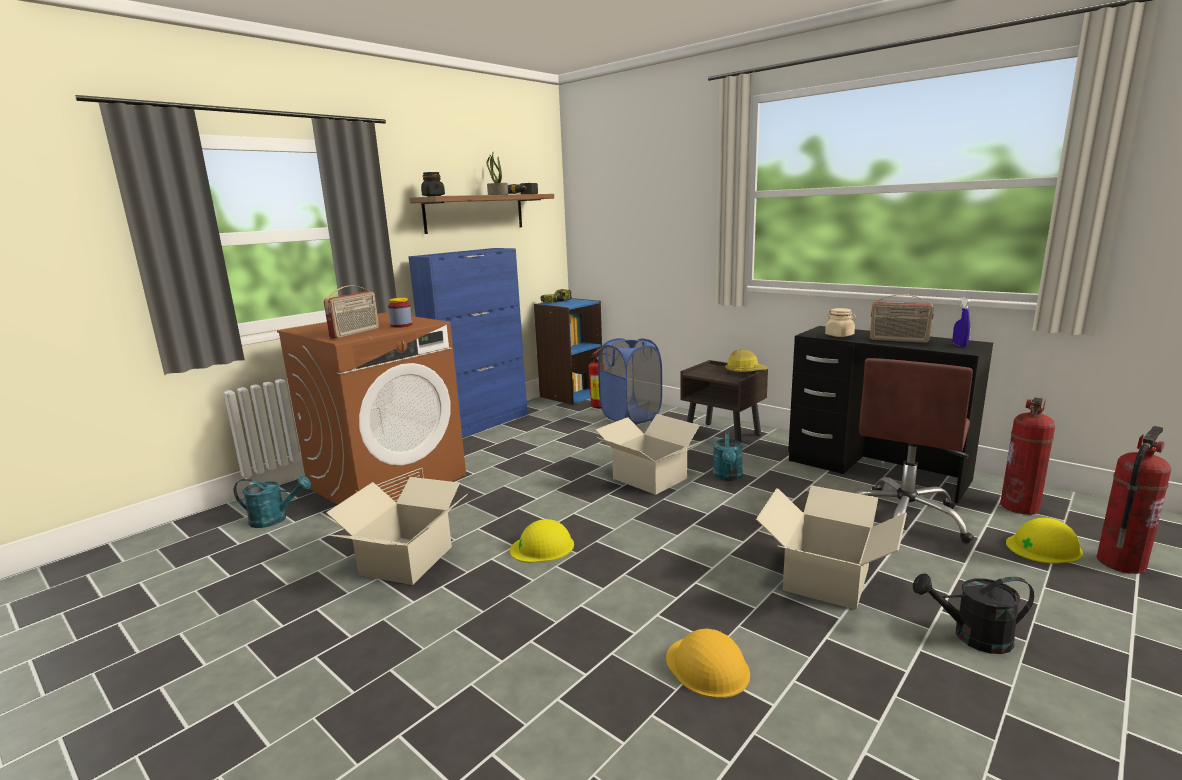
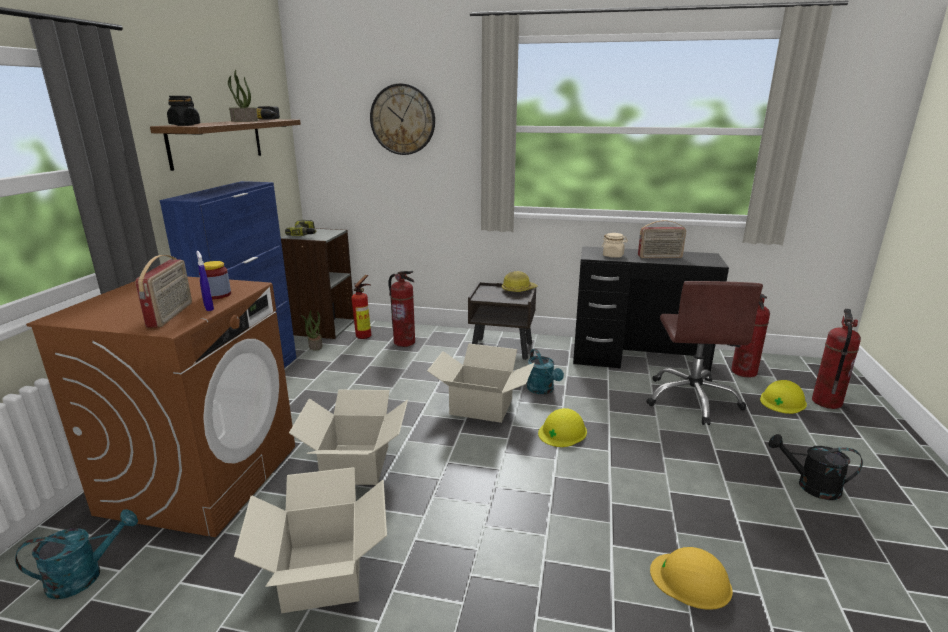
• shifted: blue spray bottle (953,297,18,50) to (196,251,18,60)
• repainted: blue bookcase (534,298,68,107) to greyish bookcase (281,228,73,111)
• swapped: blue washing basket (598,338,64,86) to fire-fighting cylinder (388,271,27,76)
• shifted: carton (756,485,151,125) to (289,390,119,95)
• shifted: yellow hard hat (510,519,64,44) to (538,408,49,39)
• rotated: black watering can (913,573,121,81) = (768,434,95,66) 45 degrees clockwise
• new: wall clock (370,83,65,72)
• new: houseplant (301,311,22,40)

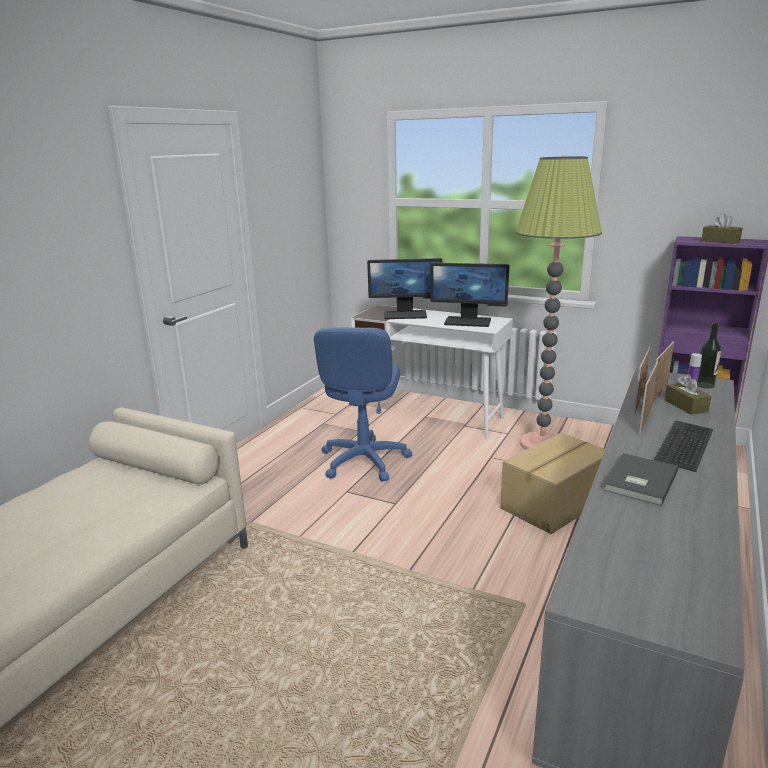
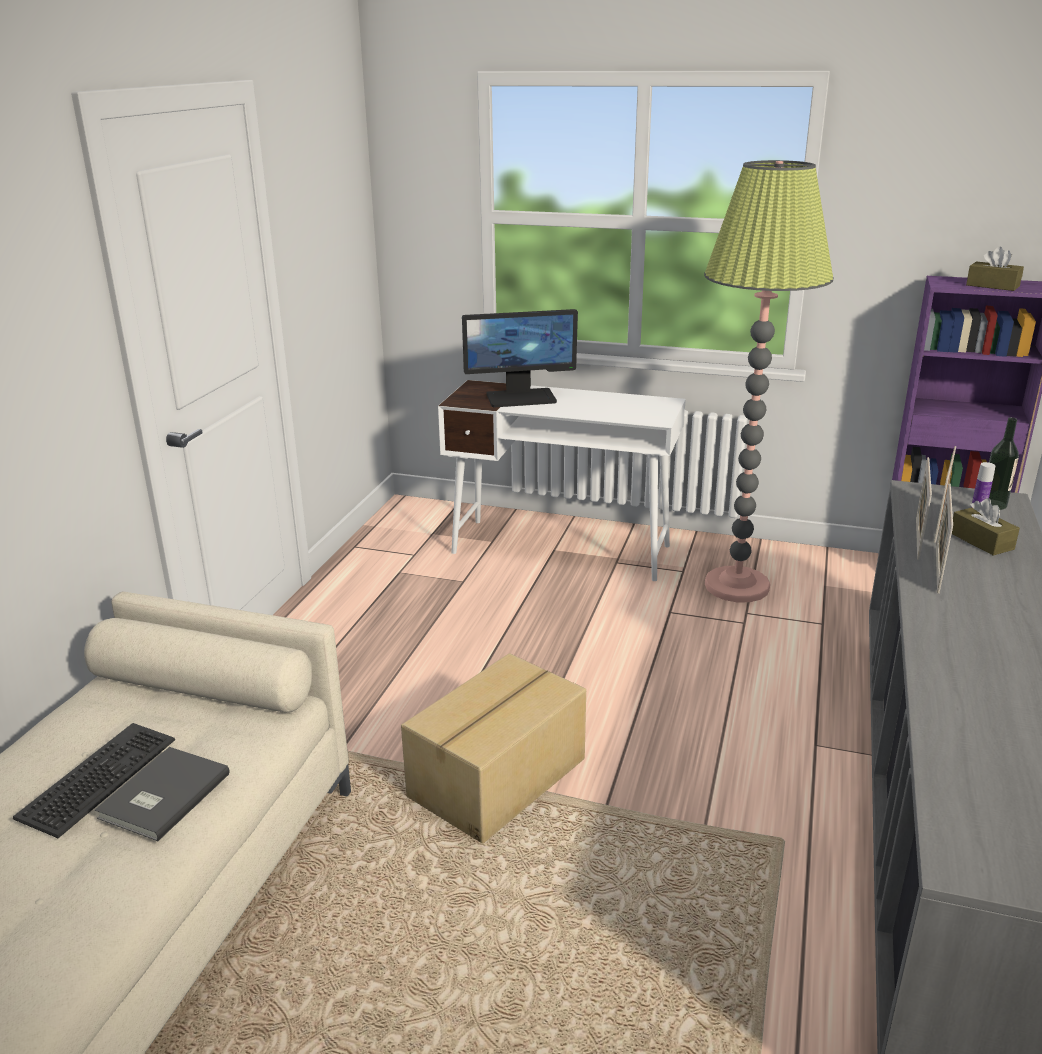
• gone: computer screen (430,263,79,64)
• gone: blue desk chair (314,327,98,154)
• shifted: PC keyboard (654,420,59,52) to (13,723,162,115)
• shifted: carton (500,433,105,101) to (401,653,185,190)
• shifted: greyish bound book (603,453,75,53) to (95,747,135,94)

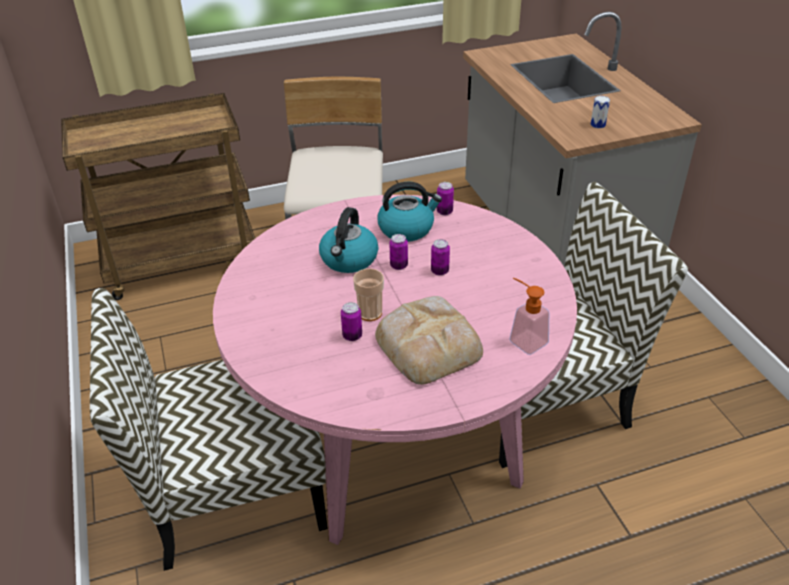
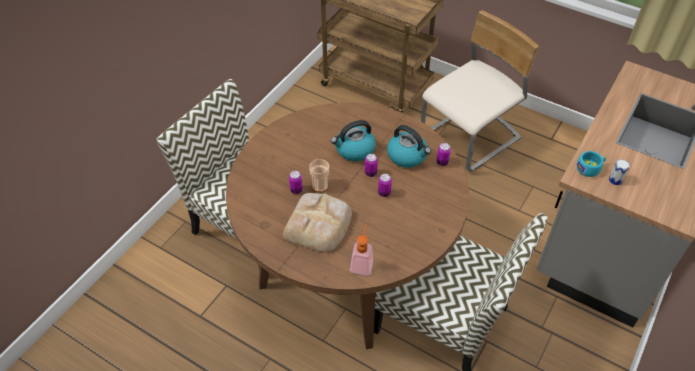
• repainted: pink-coloured dining table (213,195,364,350) to brown dining table (226,103,243,246)
• new: turquoise-coloured small cup (576,151,30,26)

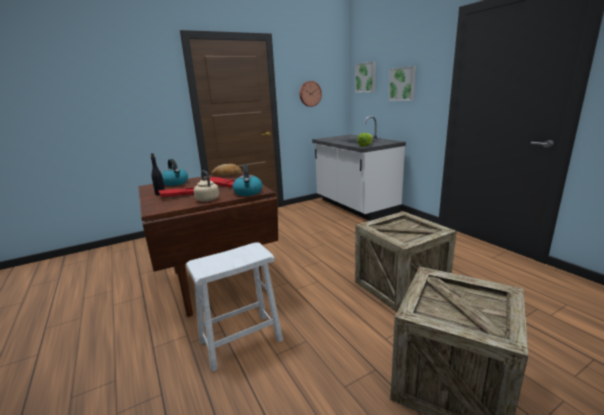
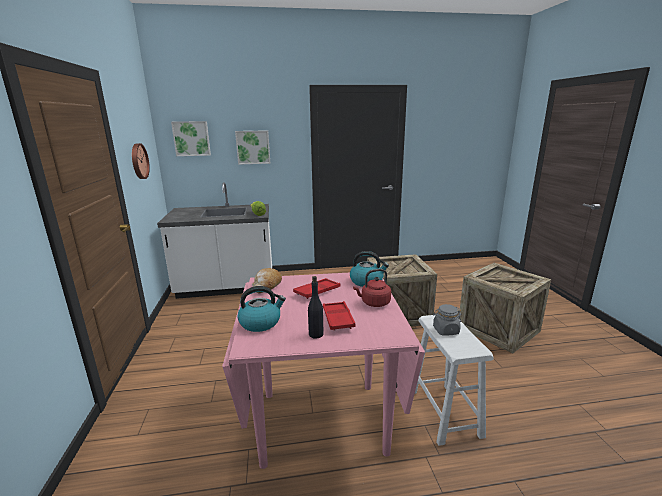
• repainted: beige water kettle (194,170,25,32) to reddish water kettle (353,269,38,38)
• repainted: brown dining table (138,172,140,145) to pink-coloured dining table (222,273,203,196)
• new: greyish jar (433,304,28,32)

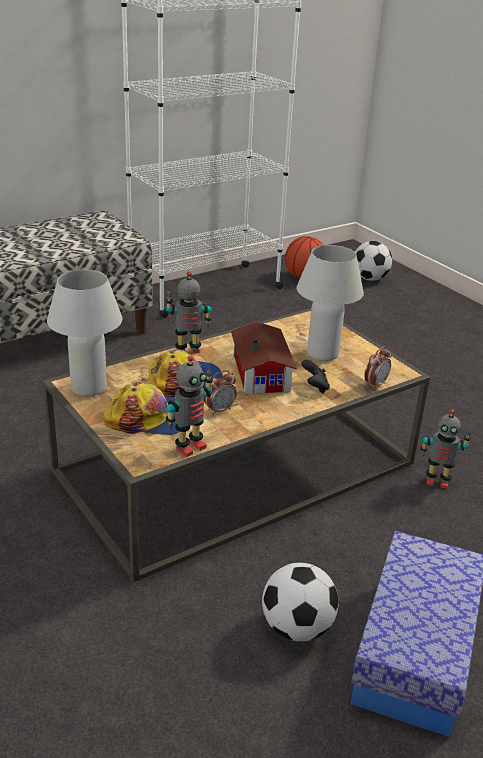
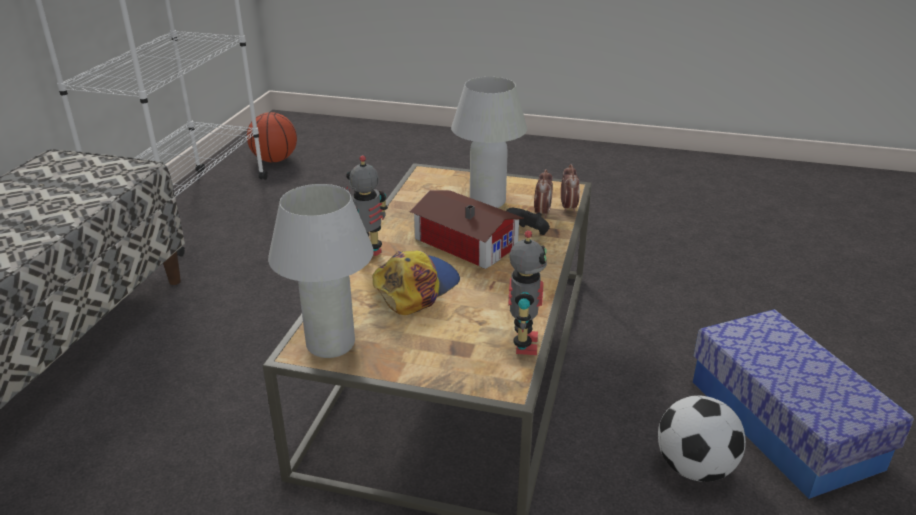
• gone: football (355,241,37,40)
• shifted: alarm clock (204,370,33,46) to (534,169,19,49)
• gone: baseball cap (103,382,76,53)
• gone: model robot (420,409,51,80)

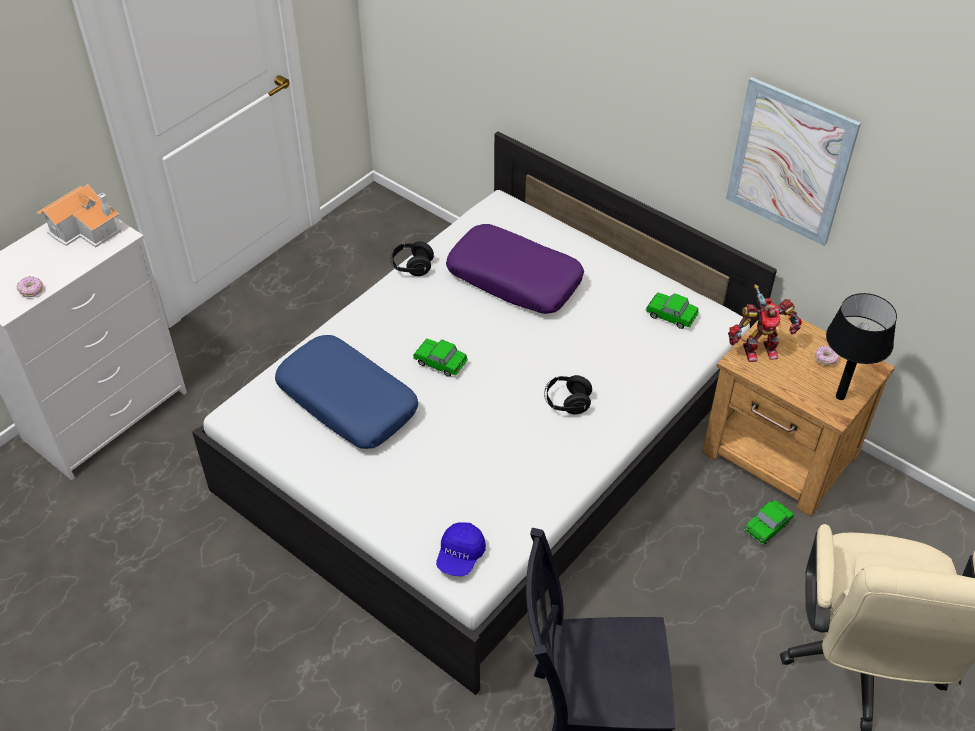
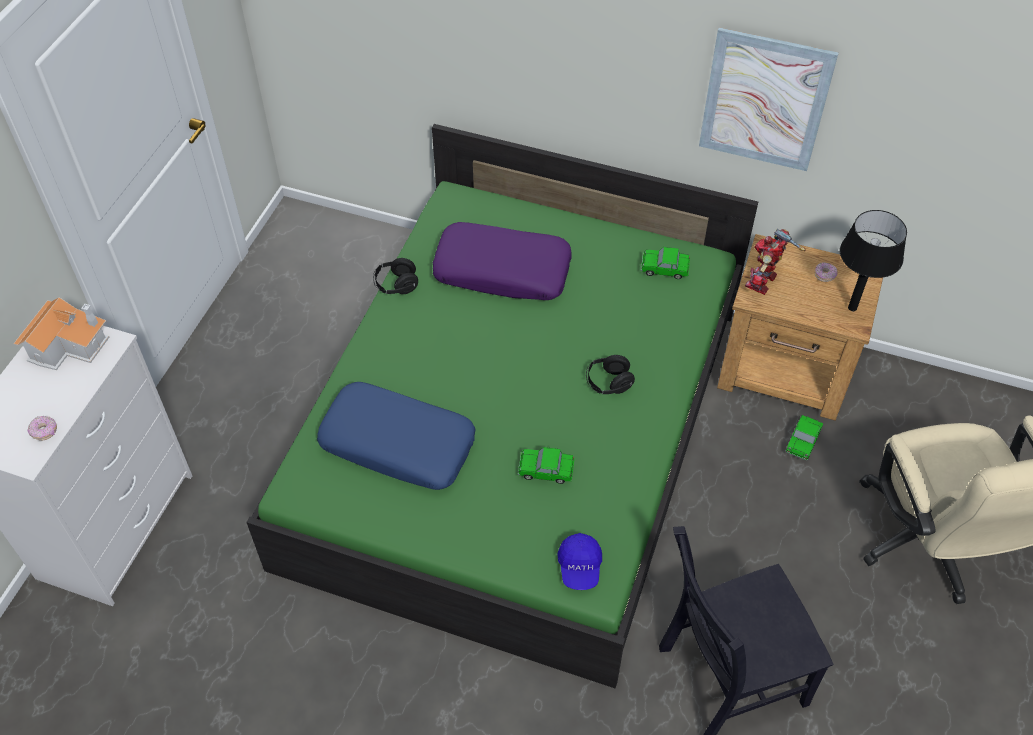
• repainted: white-coloured sleeping bed (192,131,585,564) to green sleeping bed (246,124,512,564)
• rotated: model robot (728,285,74,77) = (745,229,61,66) 150 degrees clockwise
• shifted: miniature car (413,339,55,38) to (518,447,57,37)

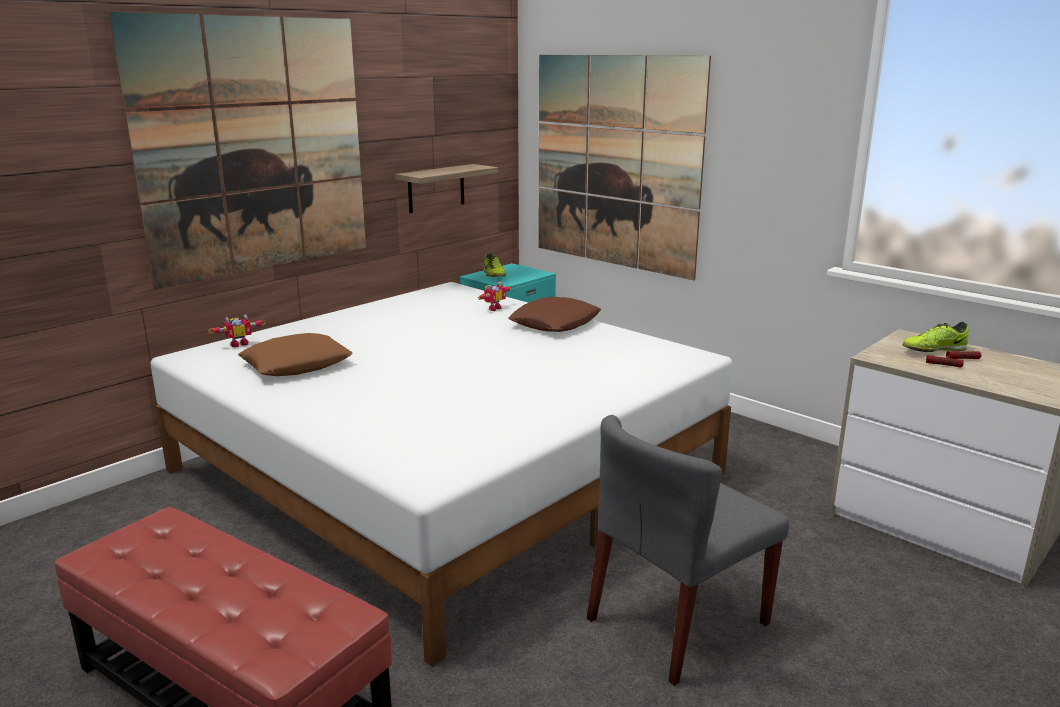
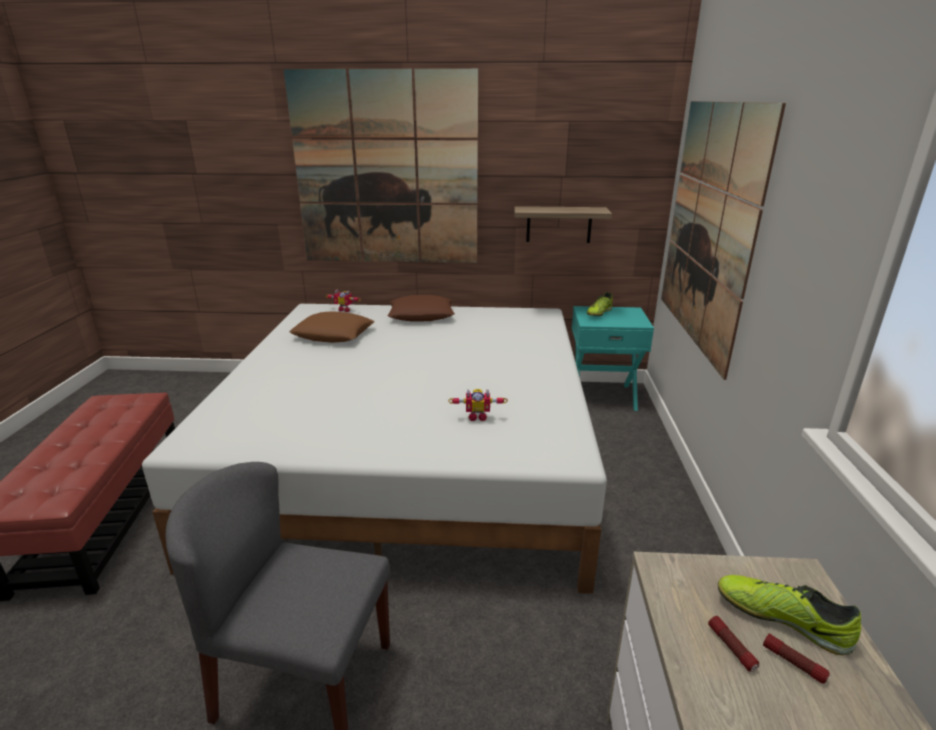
• shifted: model robot (478,282,33,29) to (448,389,60,32)
• shifted: brown cushion (508,297,93,35) to (387,295,68,27)

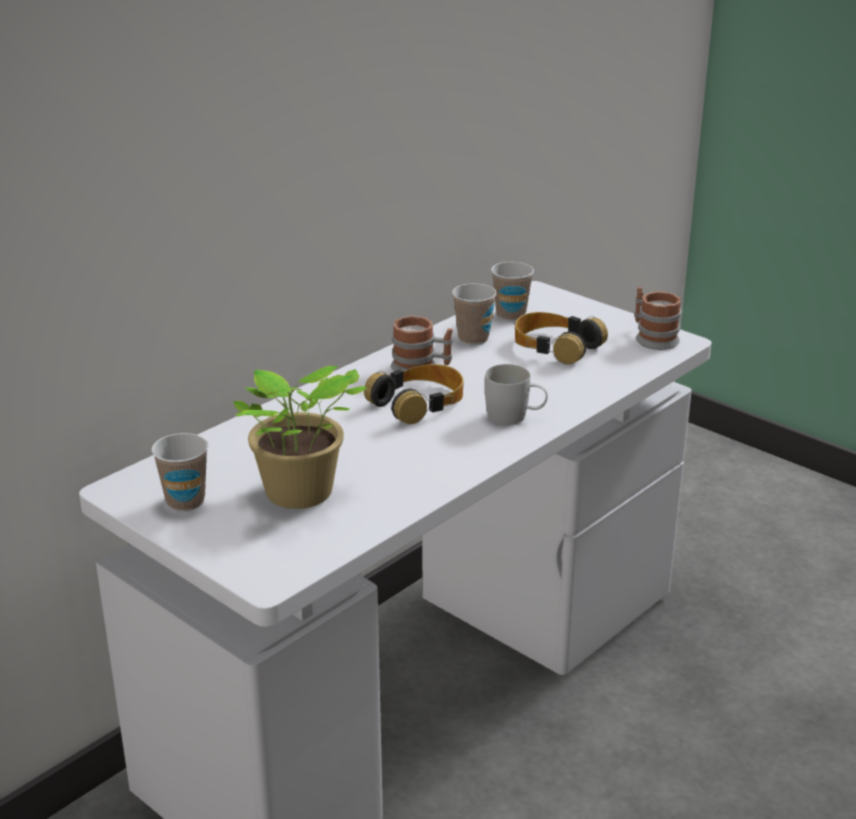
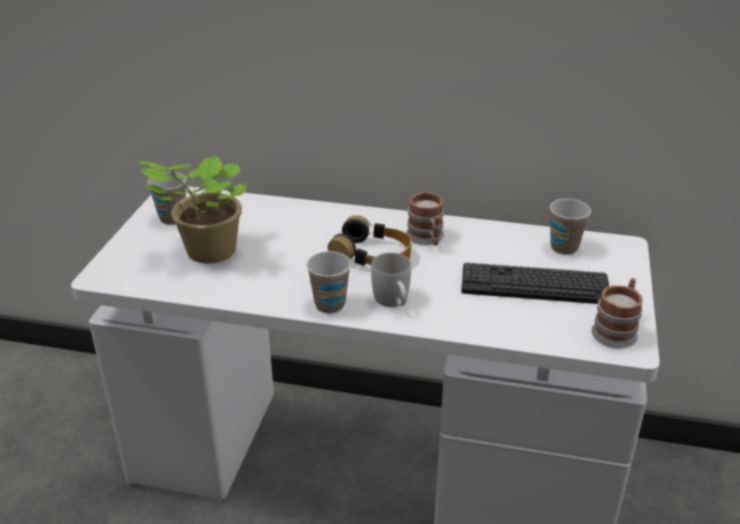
• shifted: small cup (452,283,45,62) to (306,251,45,63)
• swapped: headphones (515,312,93,52) to PC keyboard (461,263,148,41)

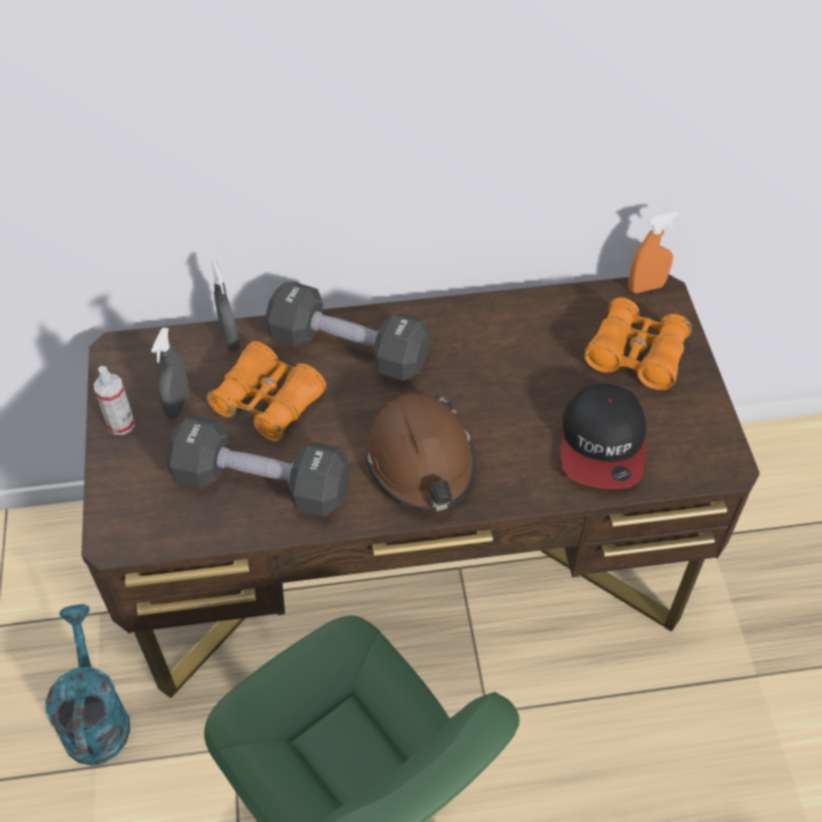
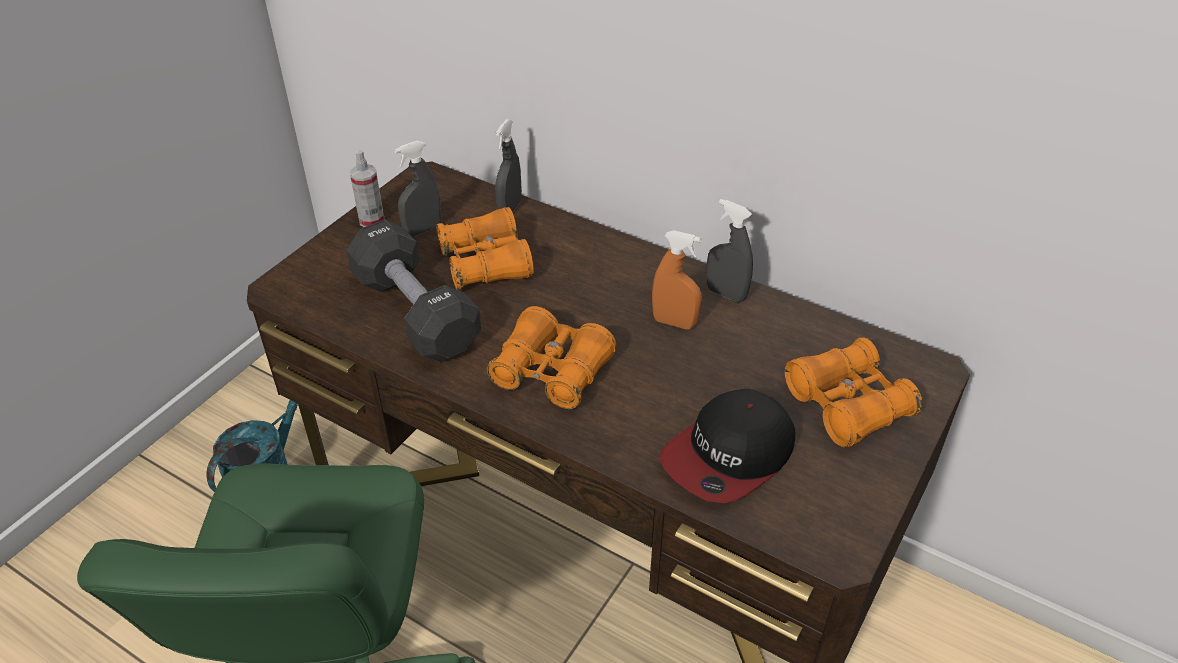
• shifted: orange-coloured spray bottle (628,211,52,82) to (652,230,50,99)
• gone: black dumbbell (265,282,165,99)
• swapped: brown hard hat (366,393,109,119) to orange-coloured field glasses (487,306,129,103)
• new: greyish spray bottle (707,199,46,103)

